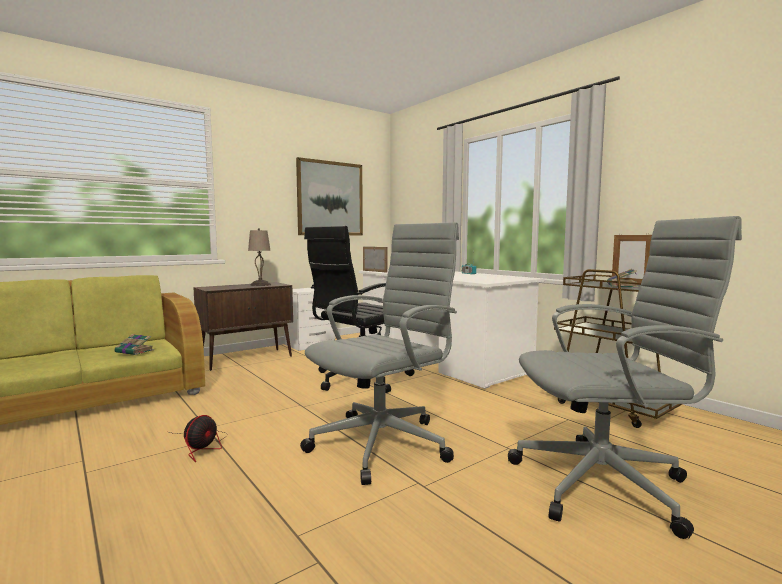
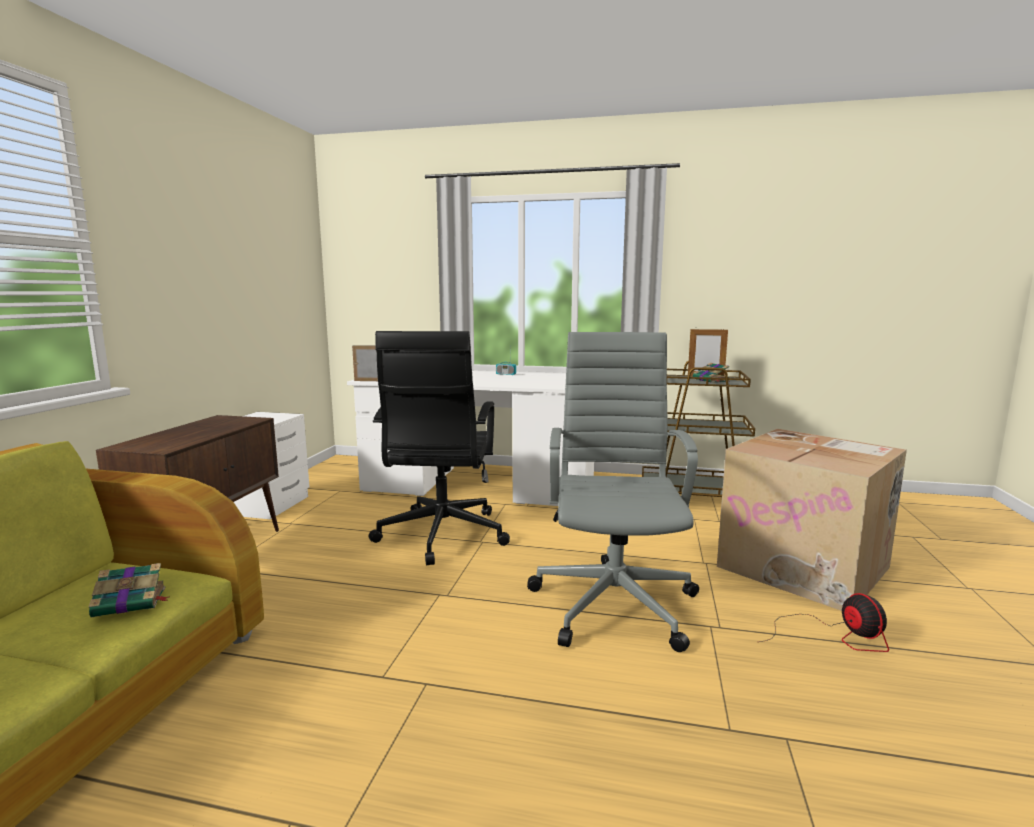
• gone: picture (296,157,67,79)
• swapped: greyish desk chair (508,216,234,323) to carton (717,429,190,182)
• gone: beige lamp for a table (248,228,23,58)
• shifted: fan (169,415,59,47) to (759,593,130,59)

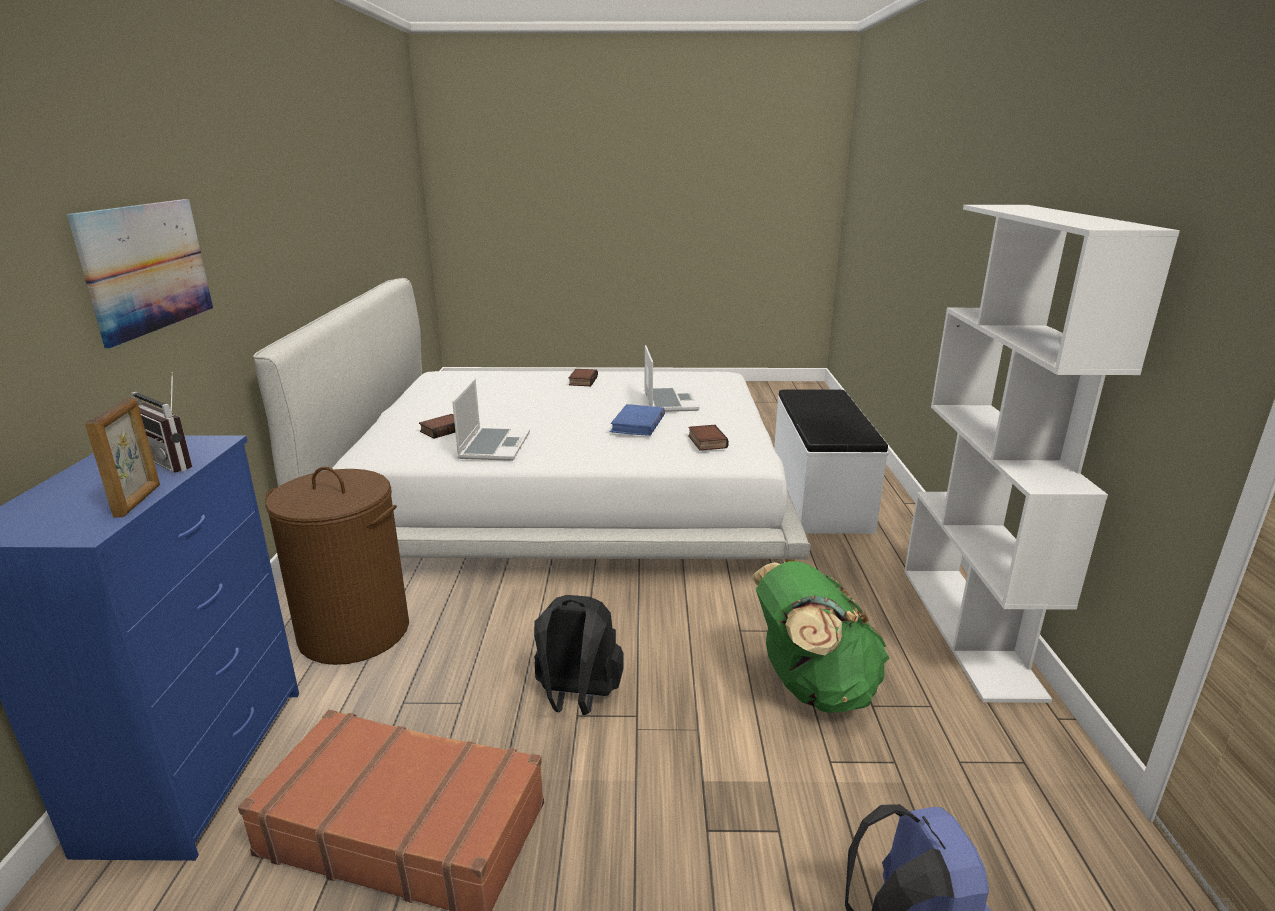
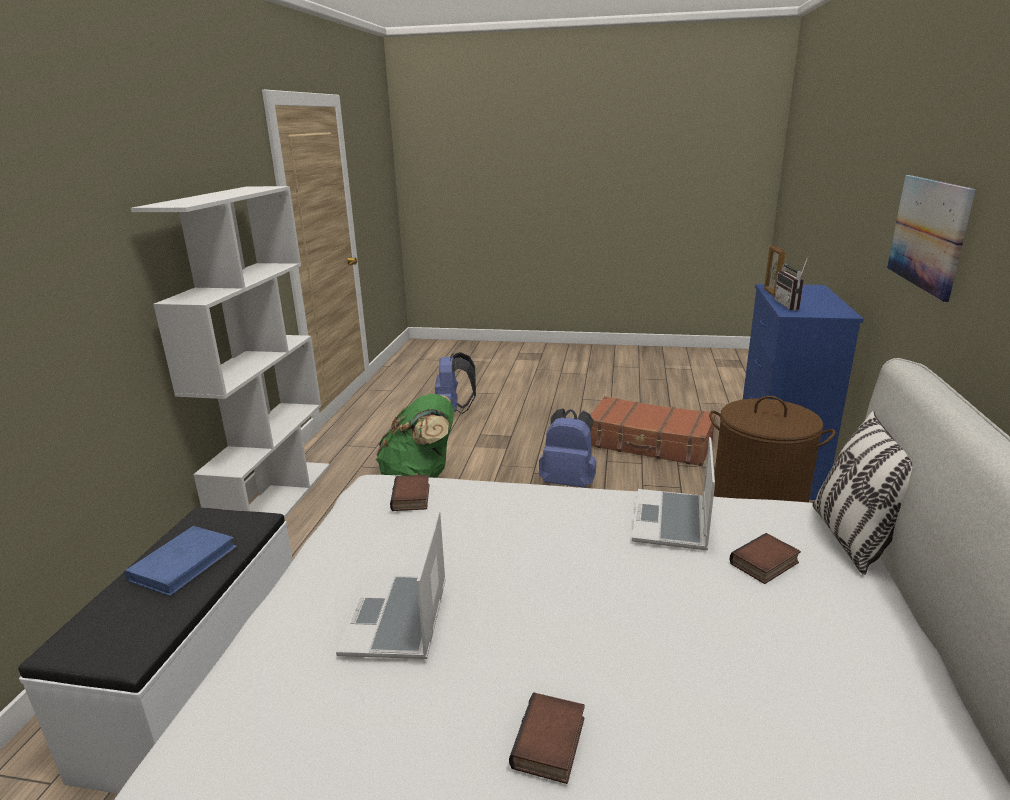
• rotated: radio receiver (131,372,61,100) = (774,256,34,54) 135 degrees counterclockwise
• shifted: blue bound book (610,404,55,32) to (125,526,113,70)
• repainted: black knapsack (534,595,90,120) to blue knapsack (539,408,57,80)
• new: cushion (812,411,100,164)

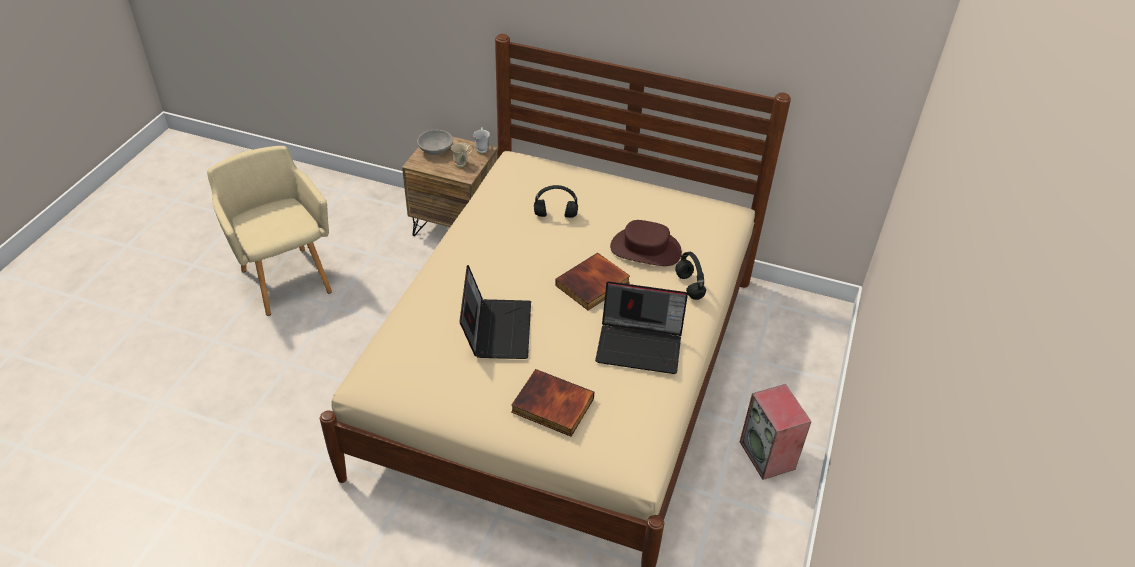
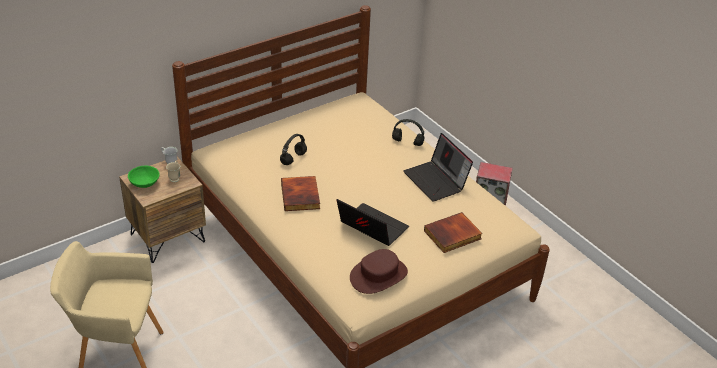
• repainted: greyish serving bowl (417,129,36,26) to green serving bowl (128,166,32,22)
• shifted: brown clothing hat (610,220,72,46) to (350,249,58,45)
• shifted: bound book (555,253,75,58) to (281,176,39,35)
• rotated: laptop (595,281,93,93) = (403,133,70,69) 105 degrees clockwise

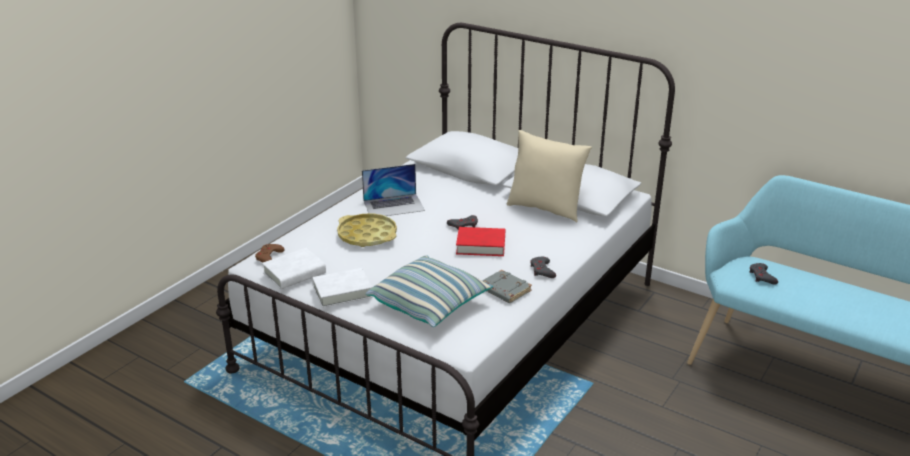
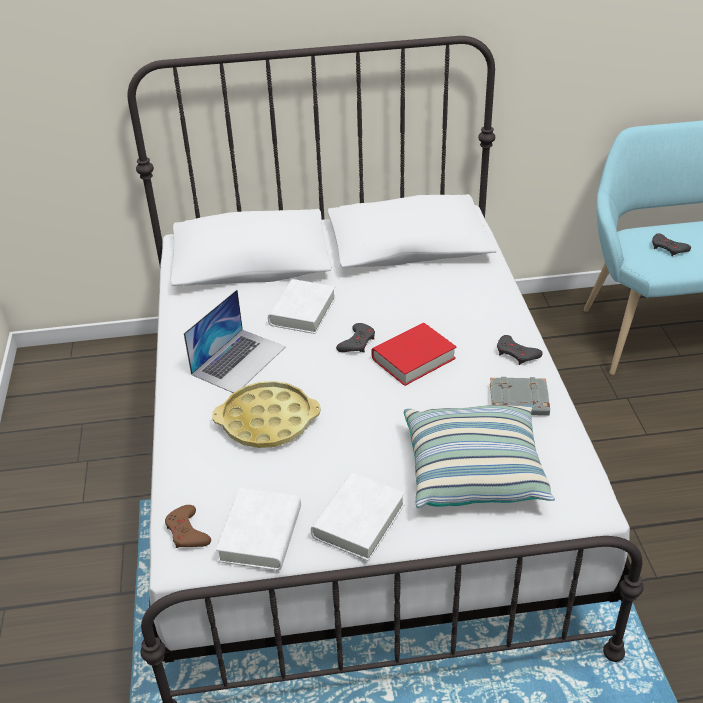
• gone: beige cushion (507,130,85,93)
• new: white-coloured bound book (268,279,68,55)

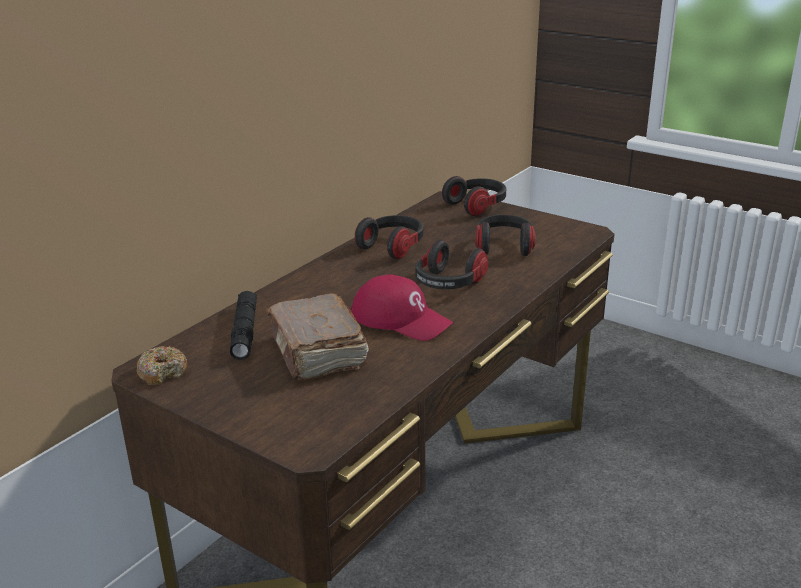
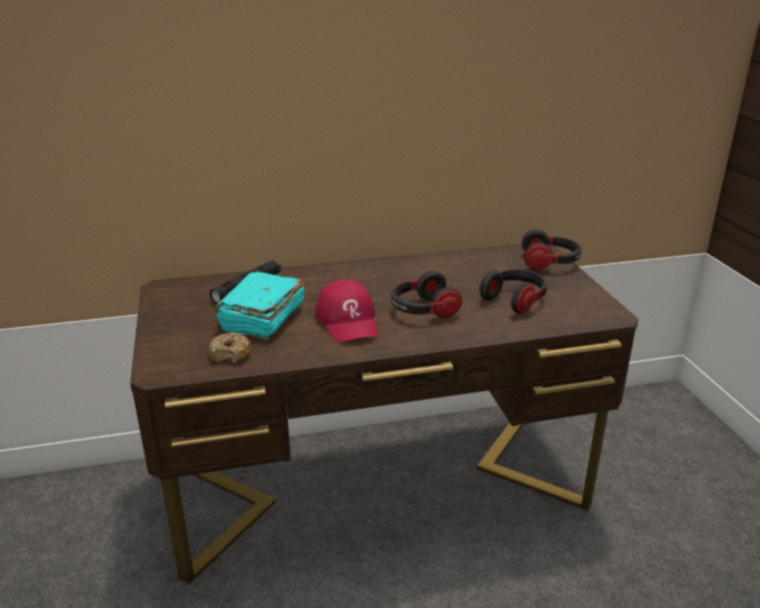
• gone: headphones (355,215,68,44)
• repainted: brown bound book (266,294,103,87) to turquoise-coloured bound book (215,272,90,68)
• shifted: doughnut (136,346,51,39) to (209,332,42,32)

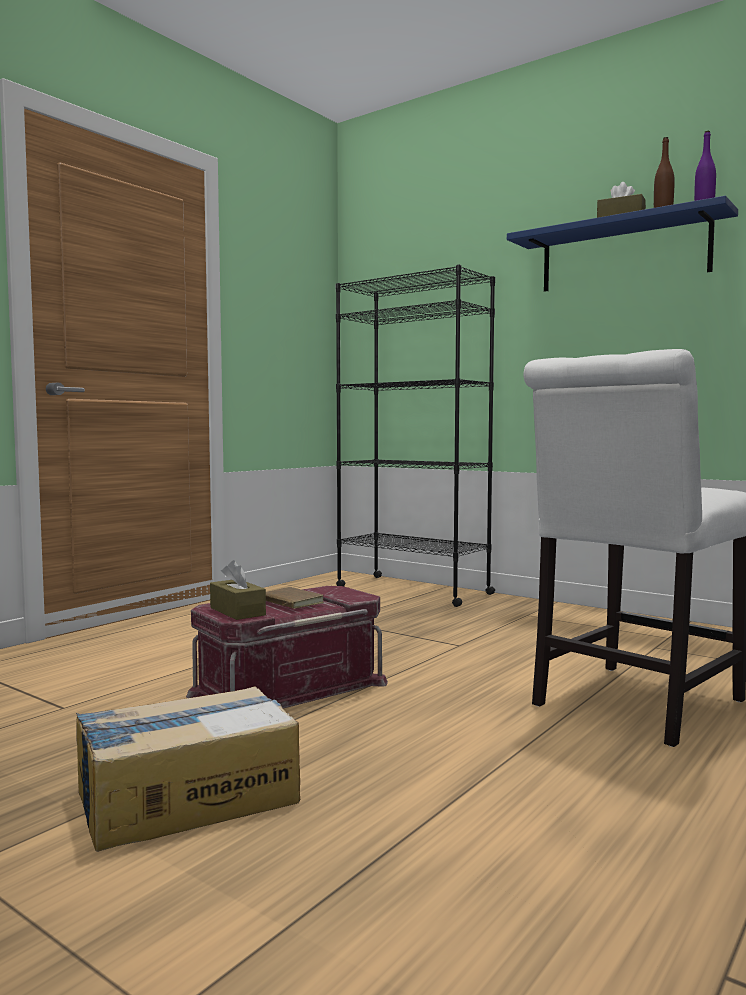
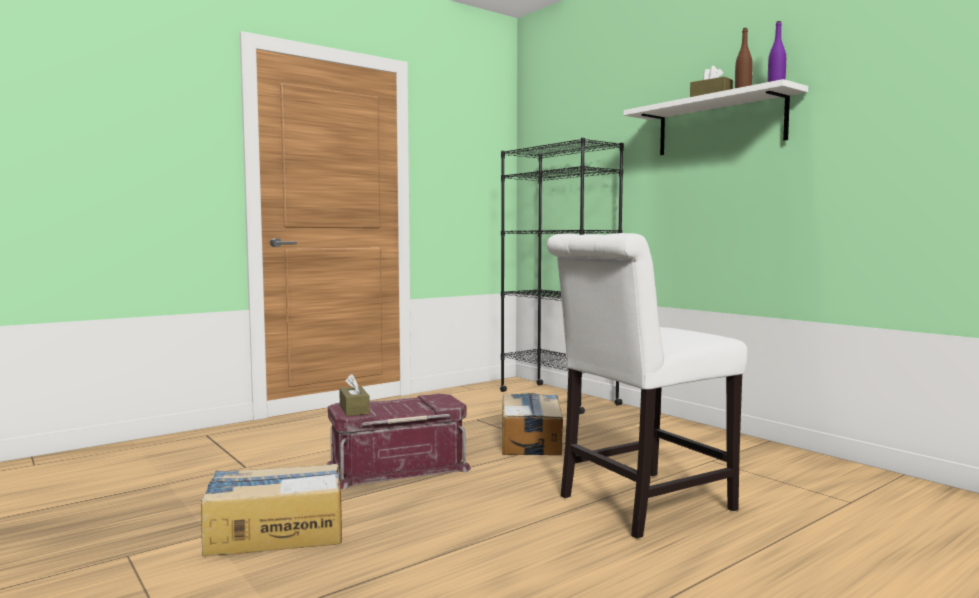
• repainted: blue shelf (507,196,231,96) to white-coloured shelf (623,79,185,76)
• gone: brown bound book (266,587,58,22)
• new: carton (502,393,61,62)

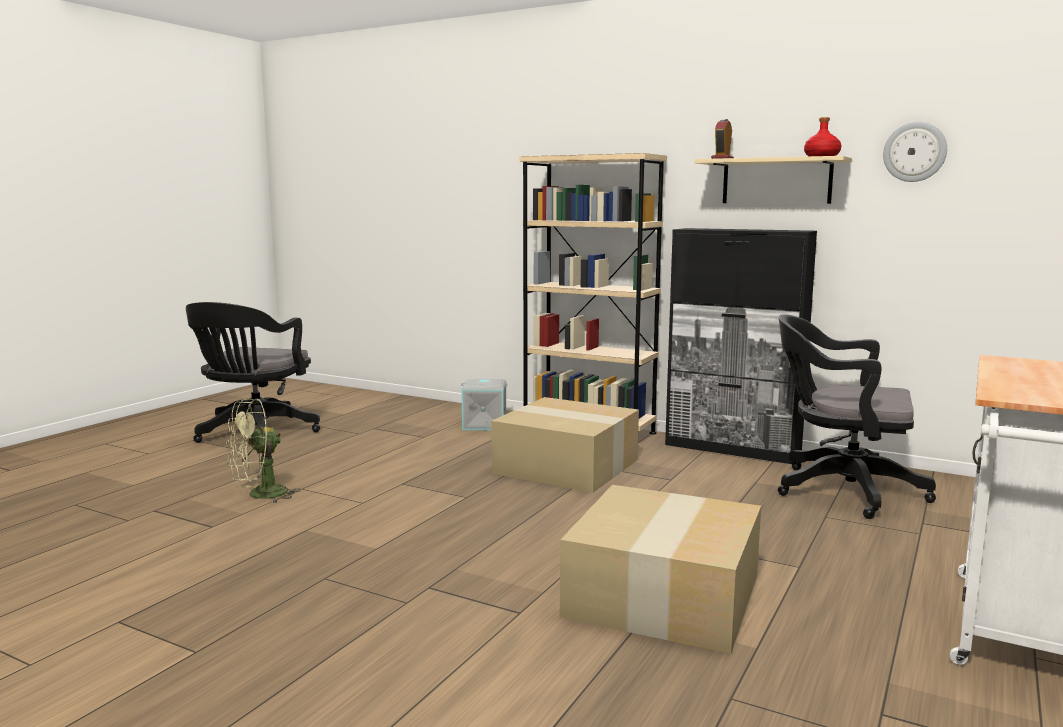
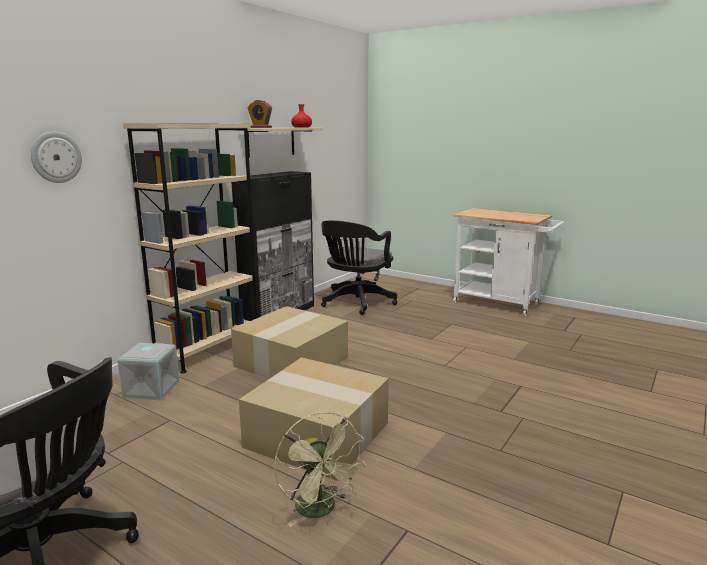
• shifted: wall clock (883,122,64,60) to (31,131,51,52)
• shifted: carton (560,485,201,169) to (239,357,150,124)

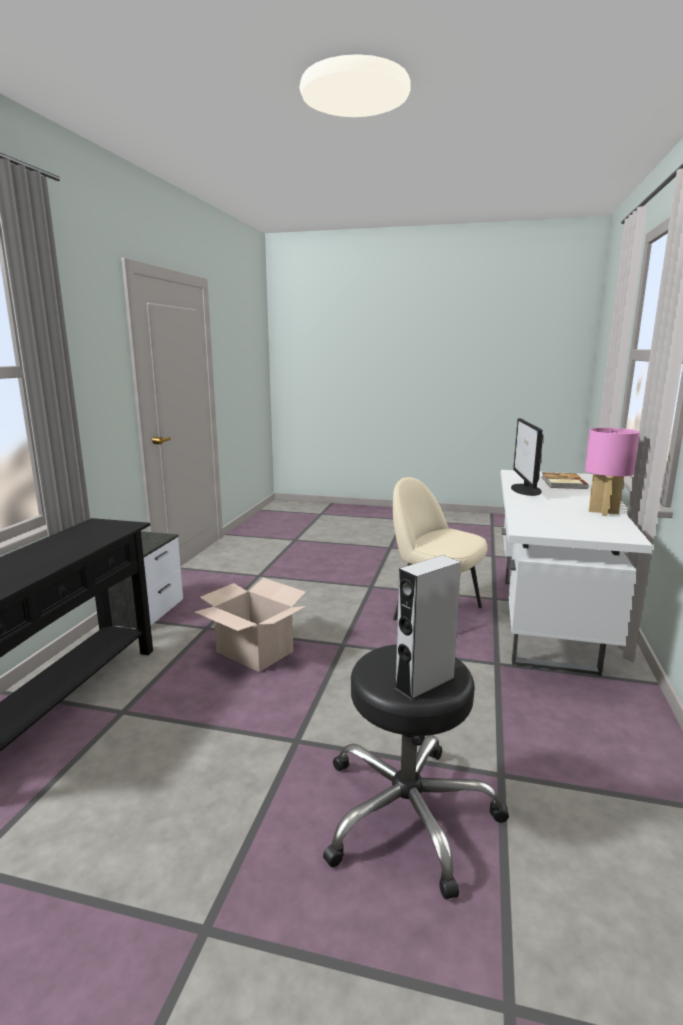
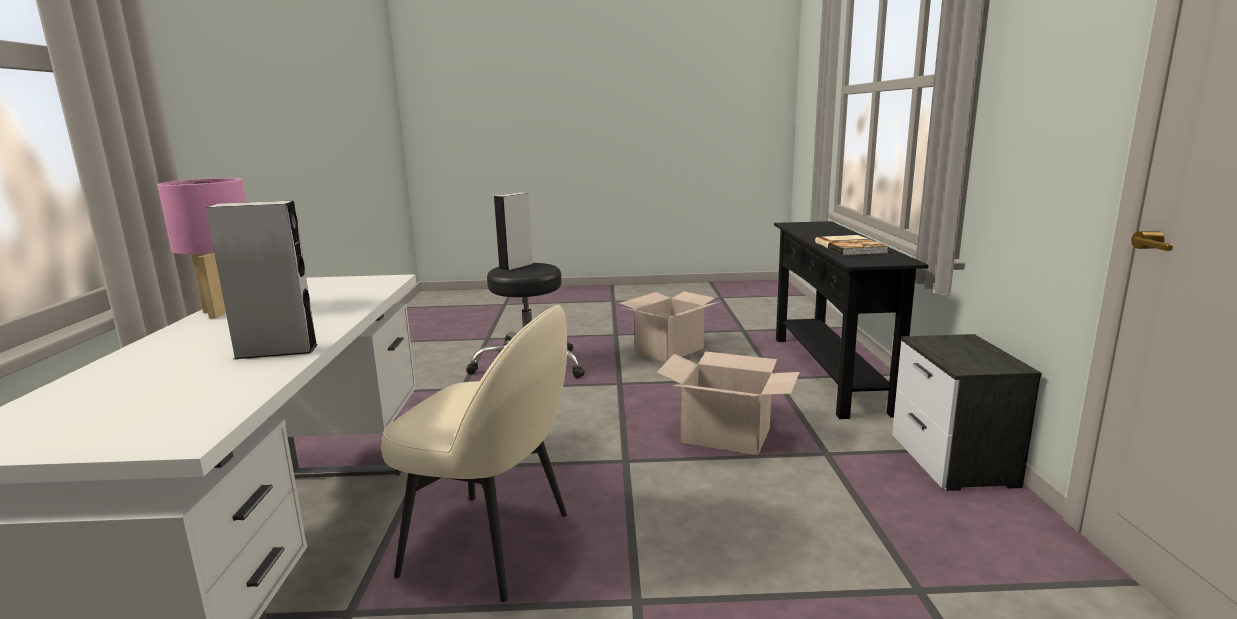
• swapped: computer screen (511,419,32,77) to greyish loudspeaker (206,201,112,158)
• shifted: bound book (541,472,48,17) to (815,235,74,20)
• new: carton (620,291,99,71)

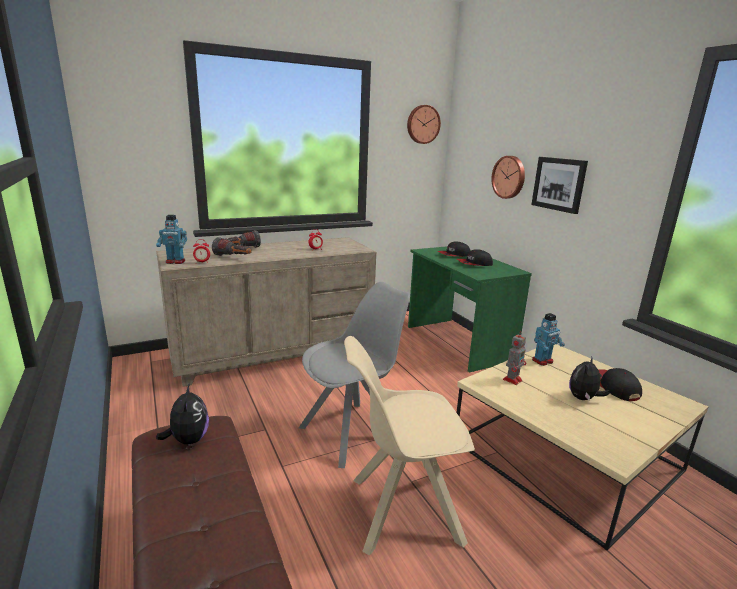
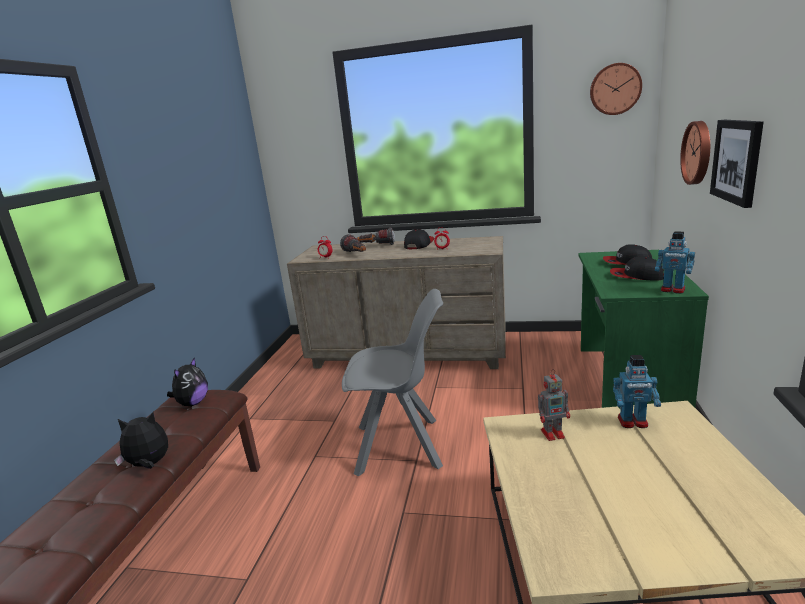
• shifted: model robot (156,215,31,49) to (655,231,40,62)
• gone: beige plain chair (344,336,131,220)
• shifted: cuddly toy (569,357,41,43) to (114,412,54,57)
• shifted: baseball cap (599,368,43,33) to (404,230,30,19)

